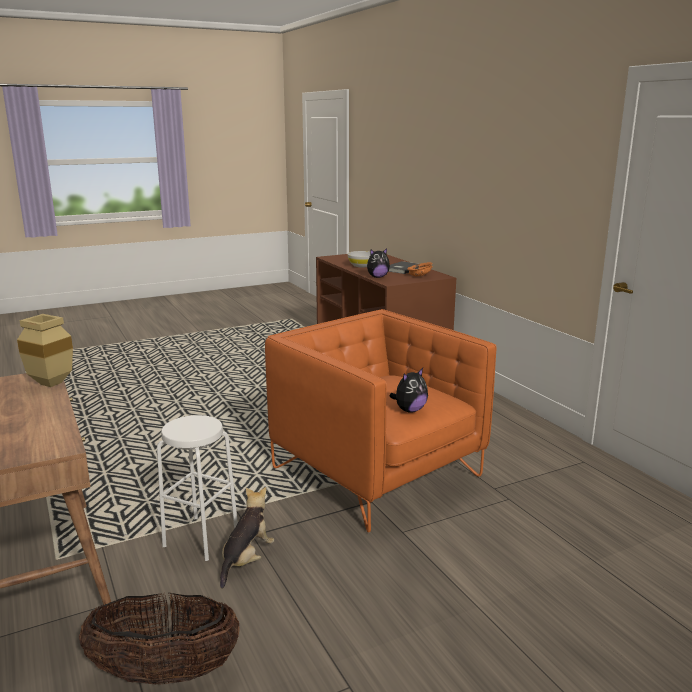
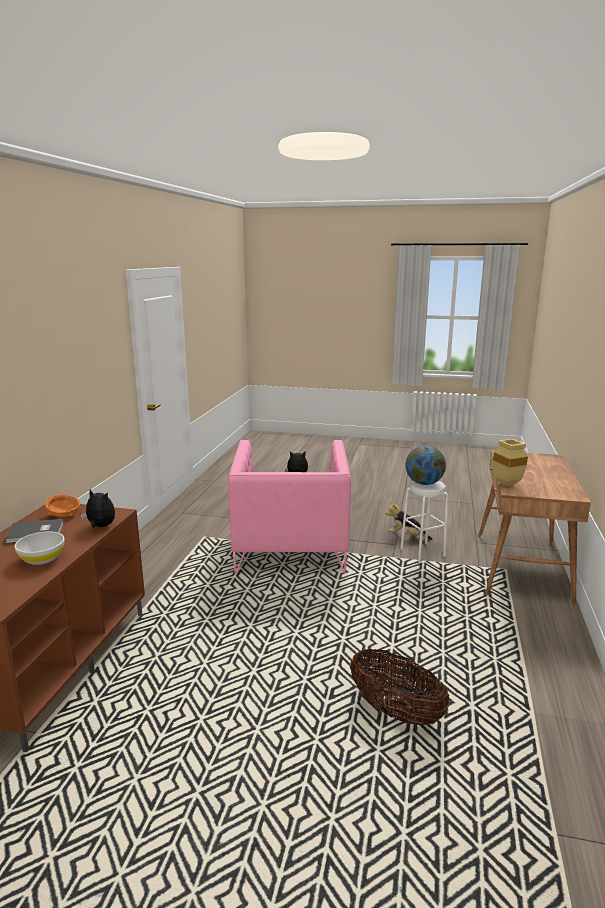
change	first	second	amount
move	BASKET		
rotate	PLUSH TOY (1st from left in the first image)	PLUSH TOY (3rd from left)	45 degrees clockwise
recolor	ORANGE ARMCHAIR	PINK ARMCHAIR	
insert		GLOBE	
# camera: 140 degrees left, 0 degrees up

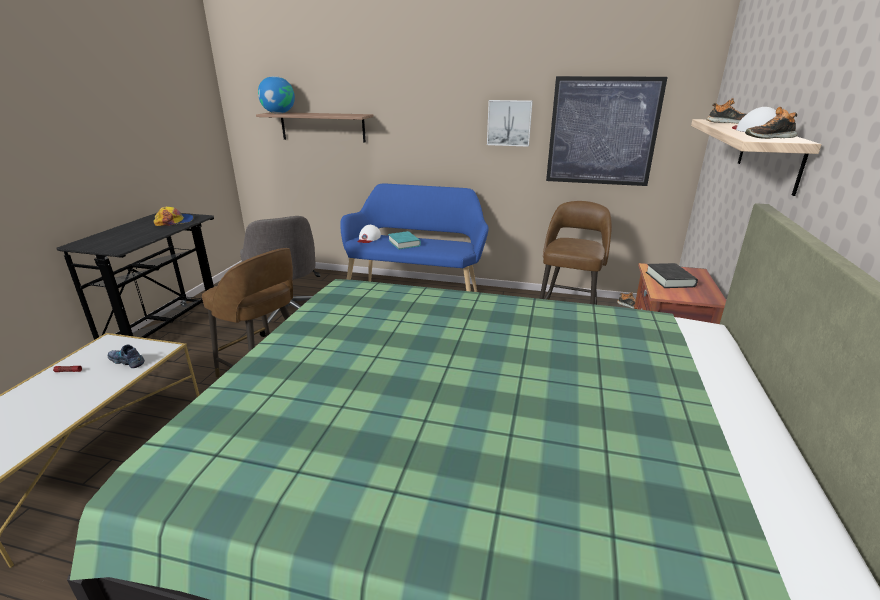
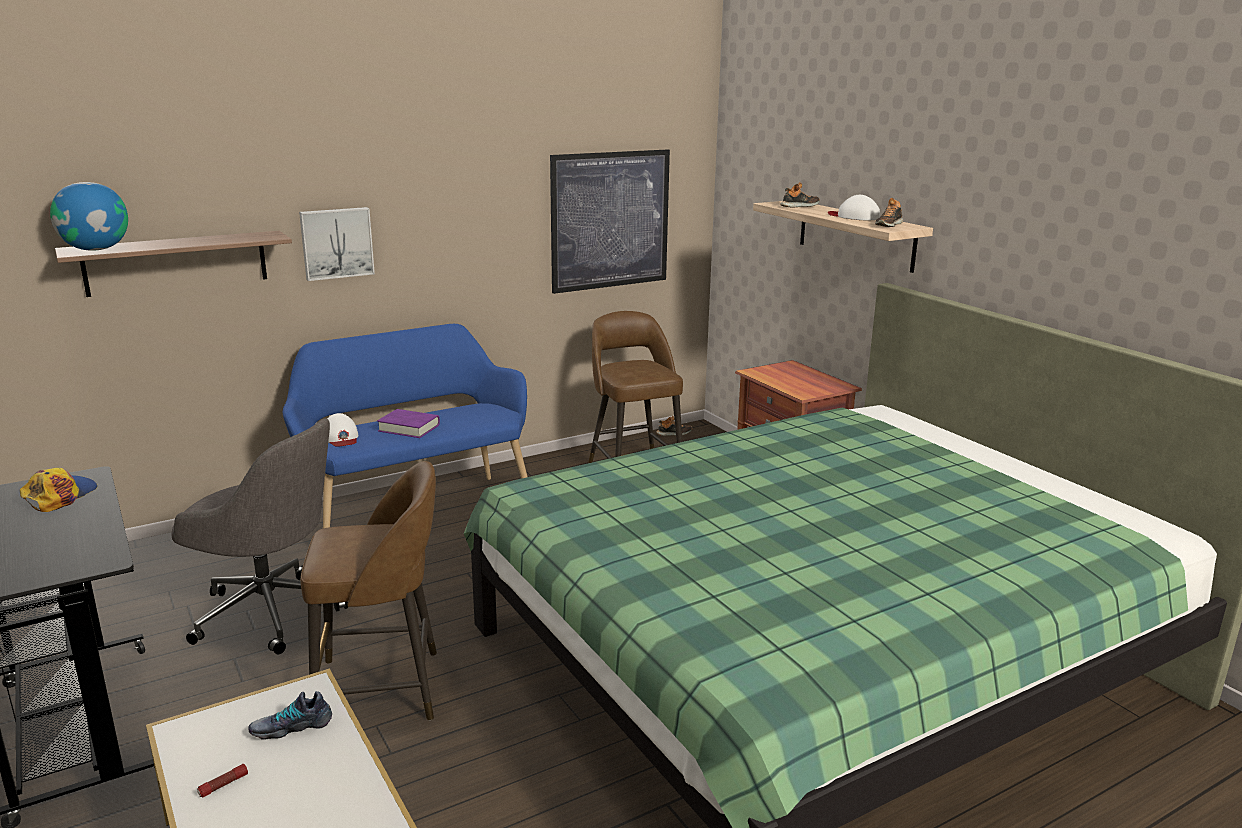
change	first	second	amount
recolor	TURQUOISE BOOK	PURPLE BOOK	
move	PICTURE (1st from left)		
delete	BLACK BOOK		
# camera: 45 degrees left, 5 degrees down

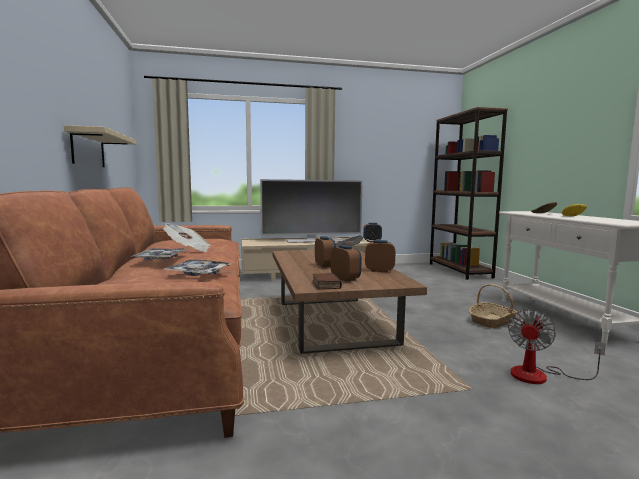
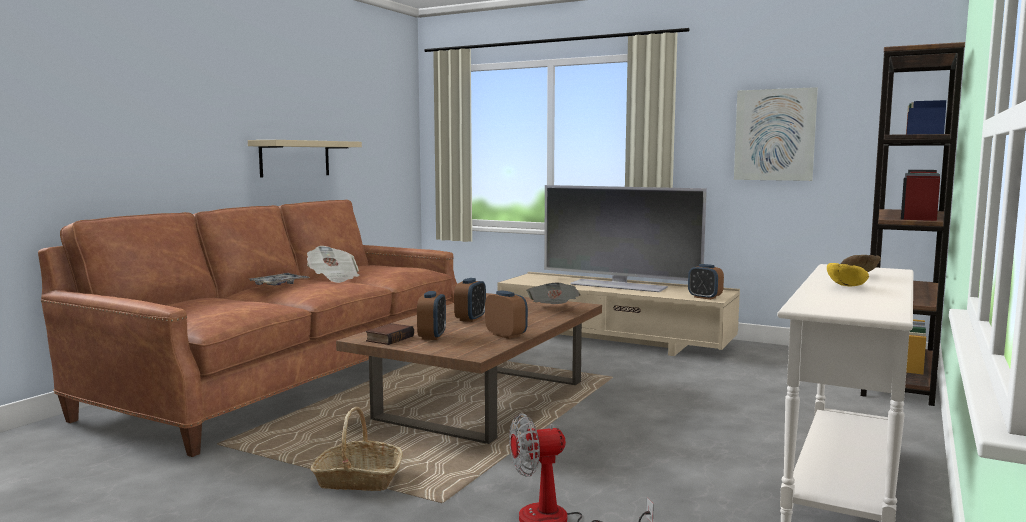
change	first	second	amount
delete	TRAY (2nd from left)		
move	BASKET		
insert		PICTURE	
# camera: 40 degrees right, 0 degrees up

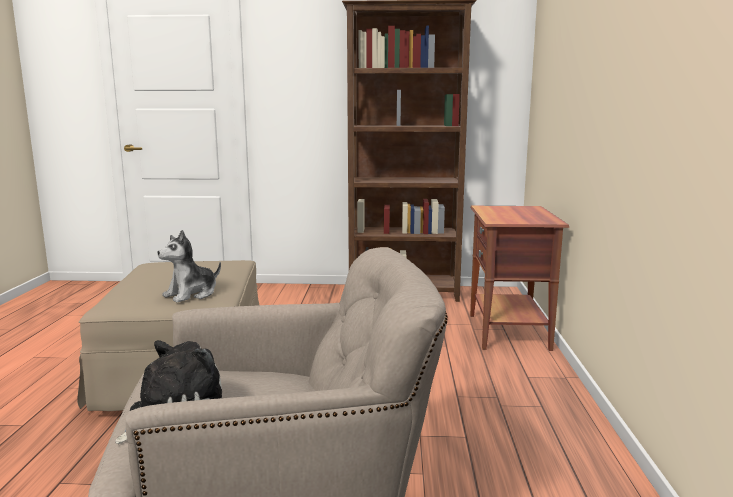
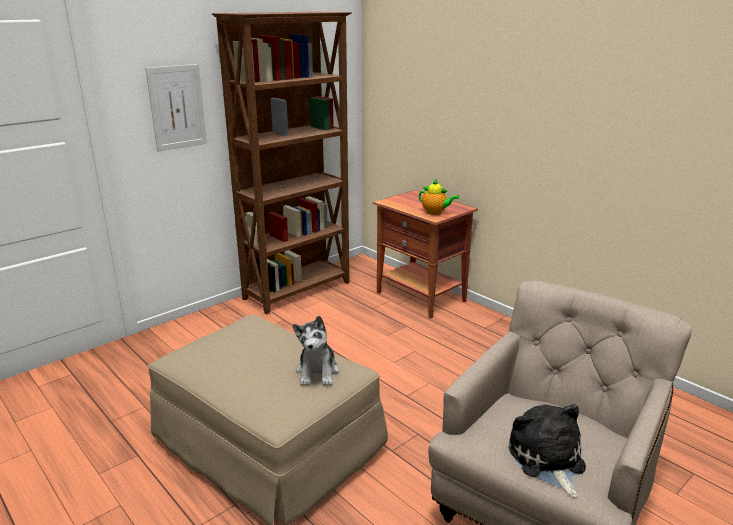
change	first	second	amount
insert		PICTURE	
insert		TEAPOT	
# camera: 45 degrees left, 10 degrees up

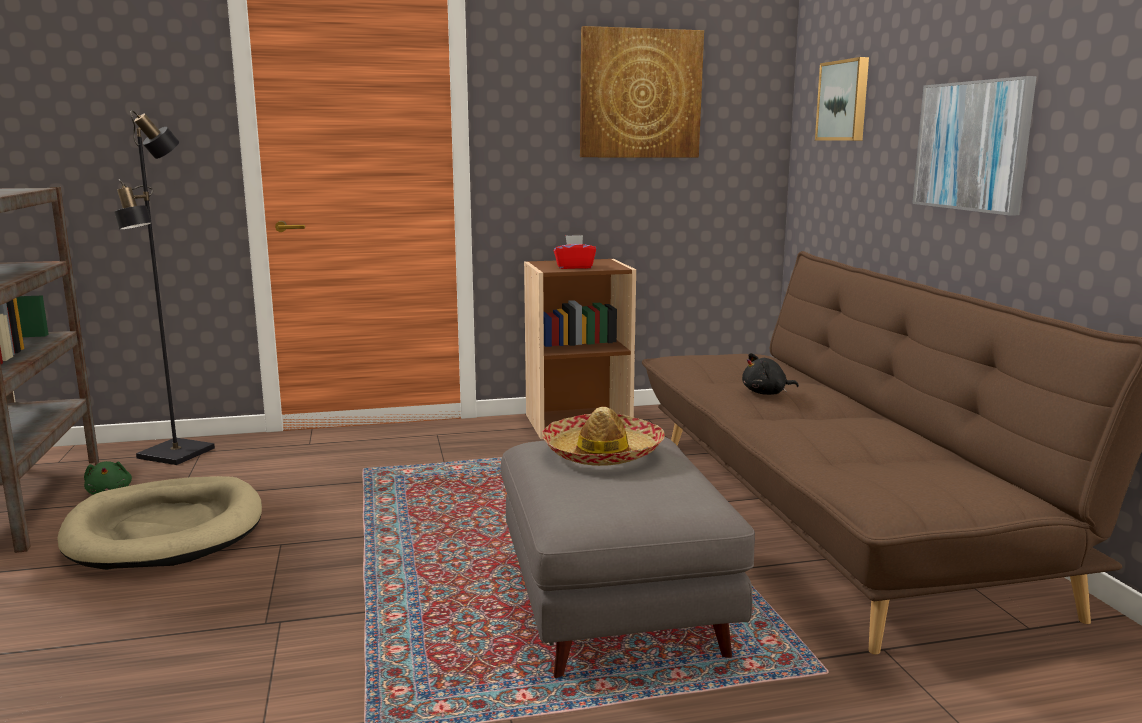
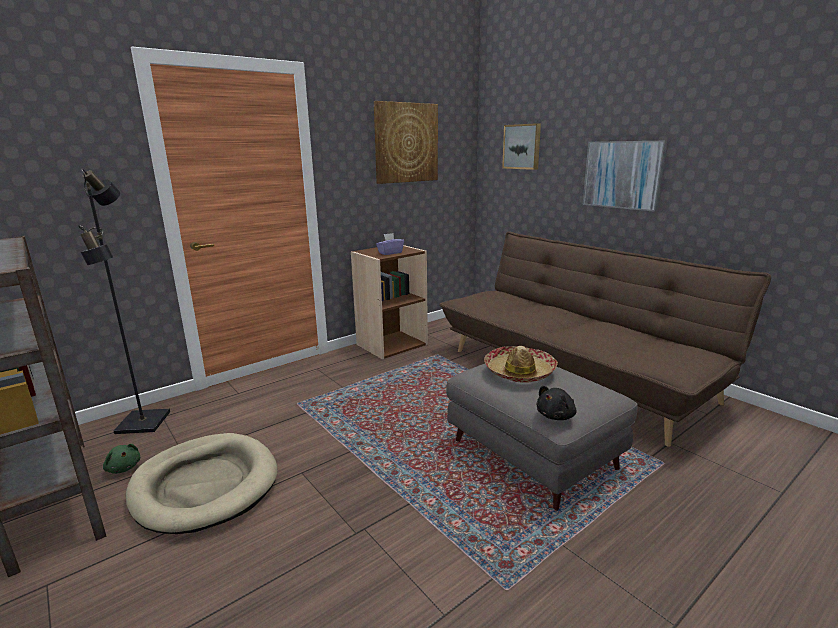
change	first	second	amount
recolor	RED TISSUE BOX	PURPLE TISSUE BOX	
move	BLACK PLUSH TOY		
# camera: 25 degrees left, 5 degrees up

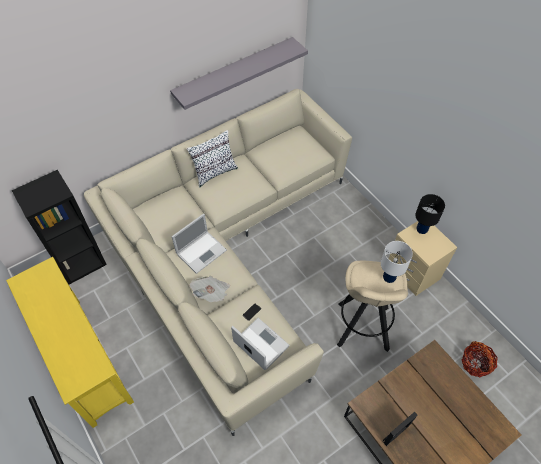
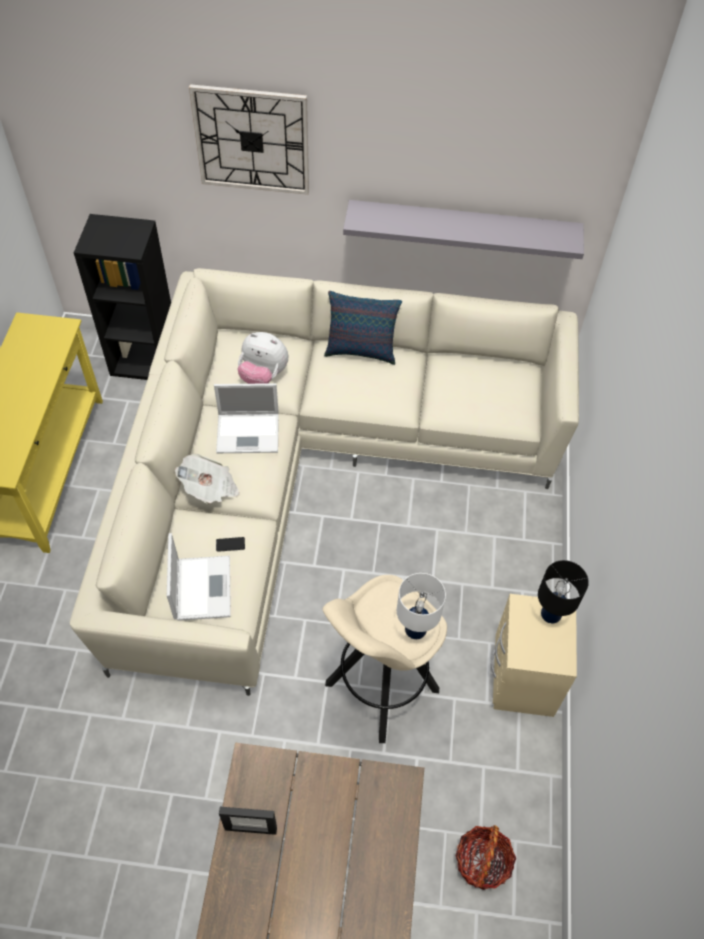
change	first	second	amount
recolor	WHITE PILLOW	BLUE PILLOW	
insert		WALL CLOCK	
insert		PLUSH TOY	
# camera: 40 degrees right, 0 degrees up

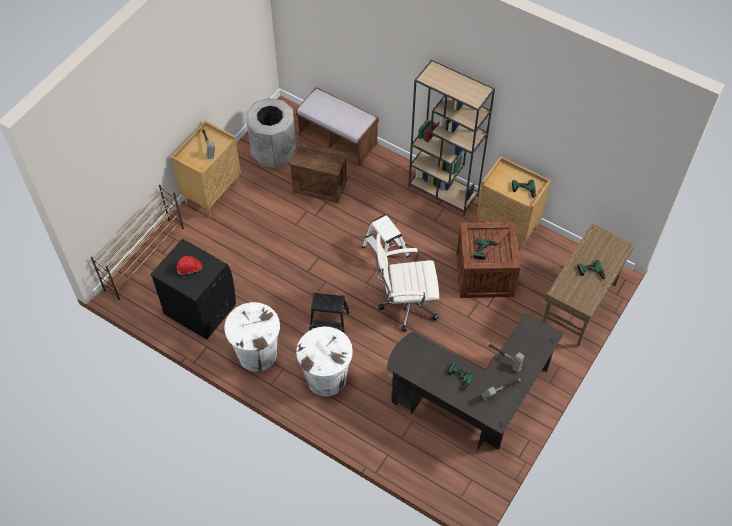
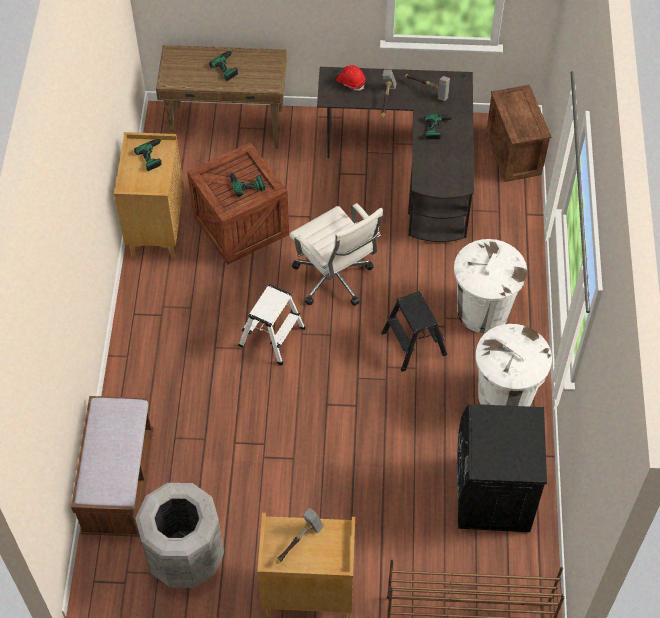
change	first	second	amount
move	RED HARD HAT		
move	CRATE (1st from left in the first image)	CRATE (2nd from left)	
delete	BOOKCASE		
# camera: 120 degrees left, 0 degrees up

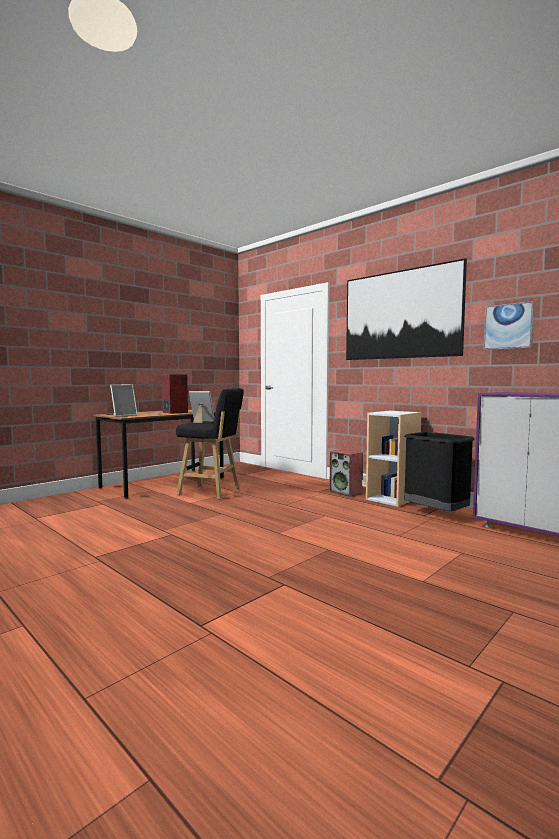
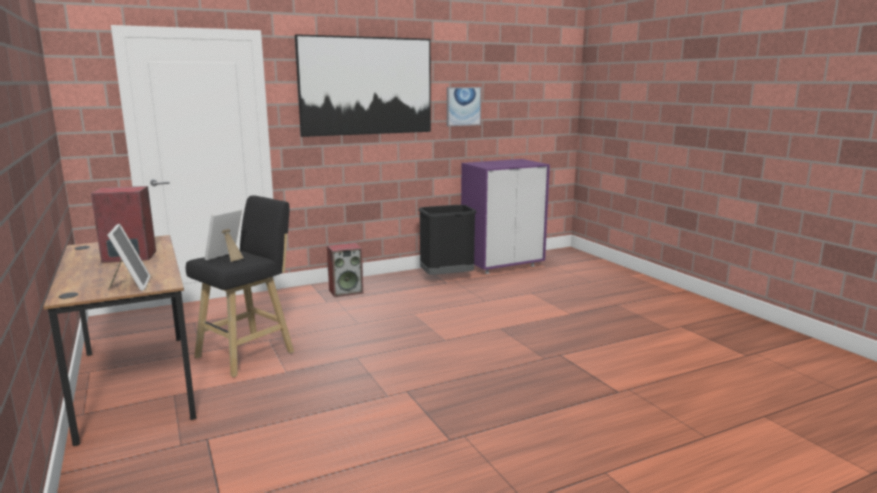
change	first	second	amount
delete	BOOKCASE		
# camera: 70 degrees left, 10 degrees up

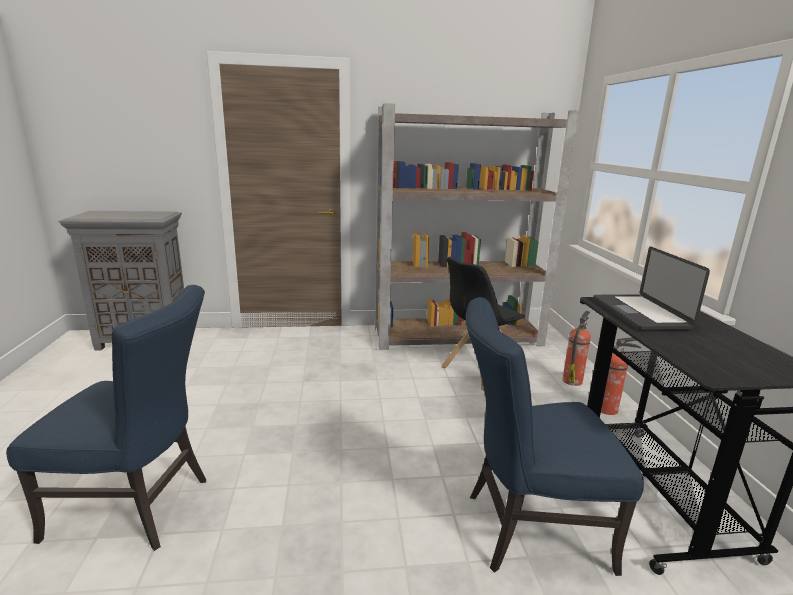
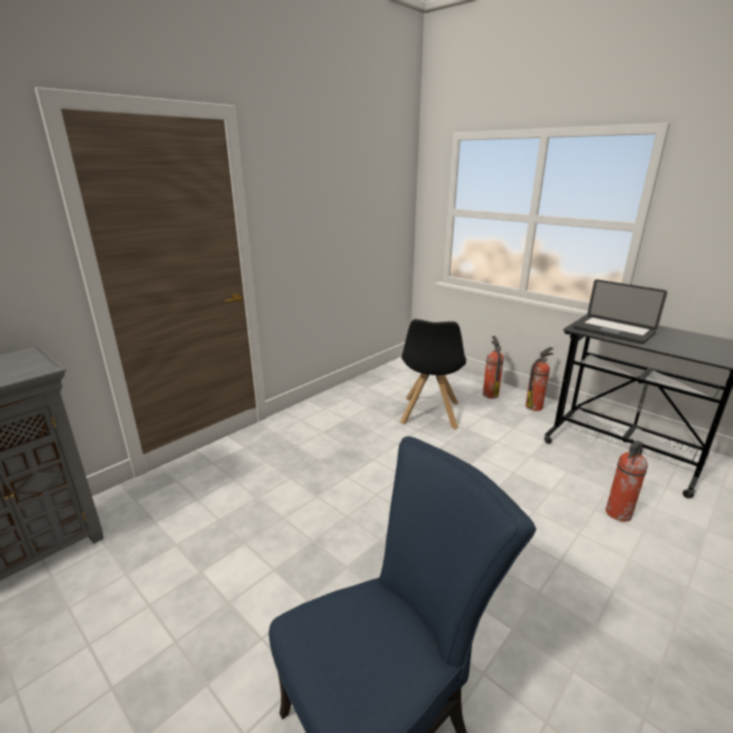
change	first	second	amount
delete	BROWN BOOKCASE		
replace	BLUE CHAIR (2nd from left)	FIRE EXTINGUISHER (3rd from left)	
# camera: 40 degrees left, 5 degrees up

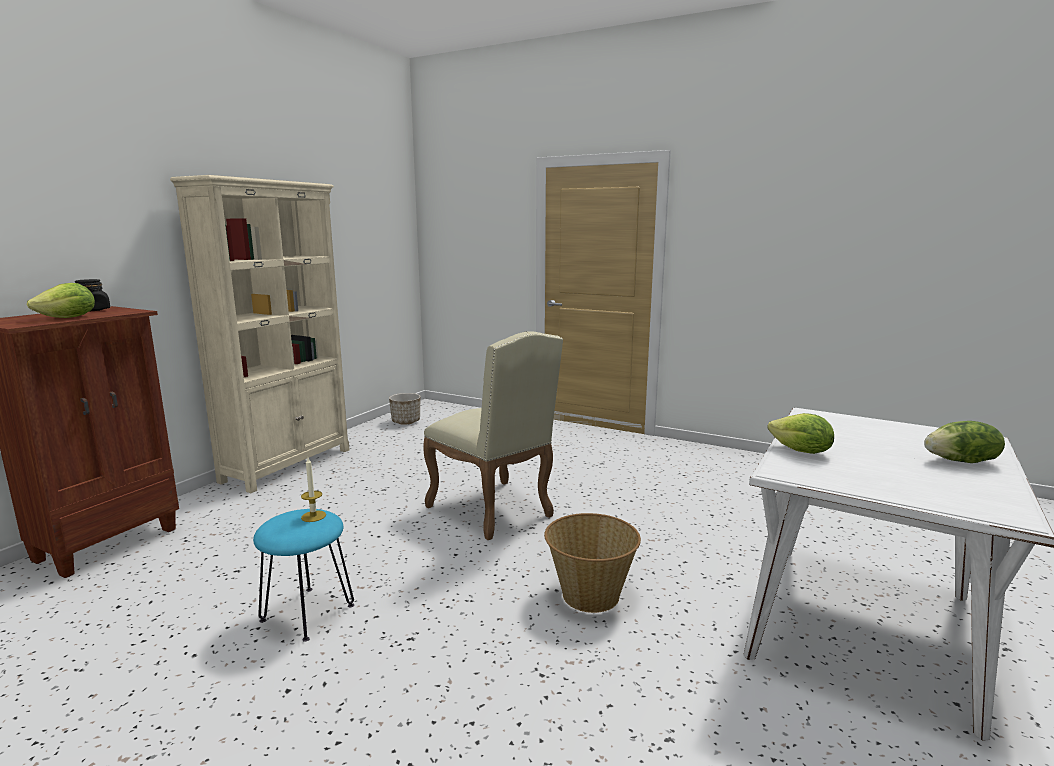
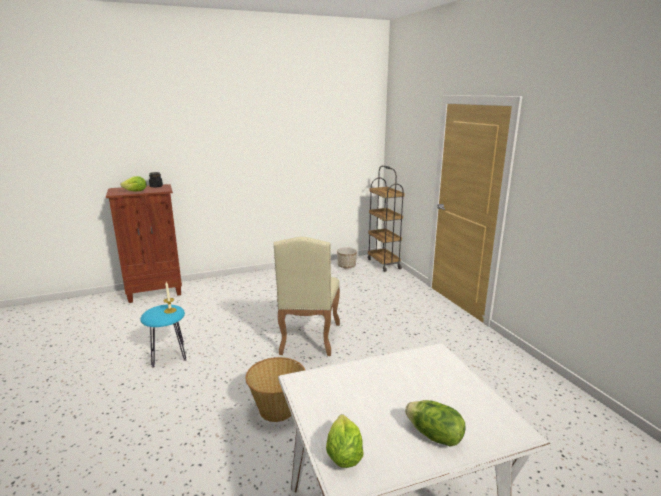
change	first	second	amount
delete	BEIGE BOOKCASE		
move	LETTUCE (2nd from left)		
insert		BROWN CART	
# camera: 40 degrees right, 5 degrees up

